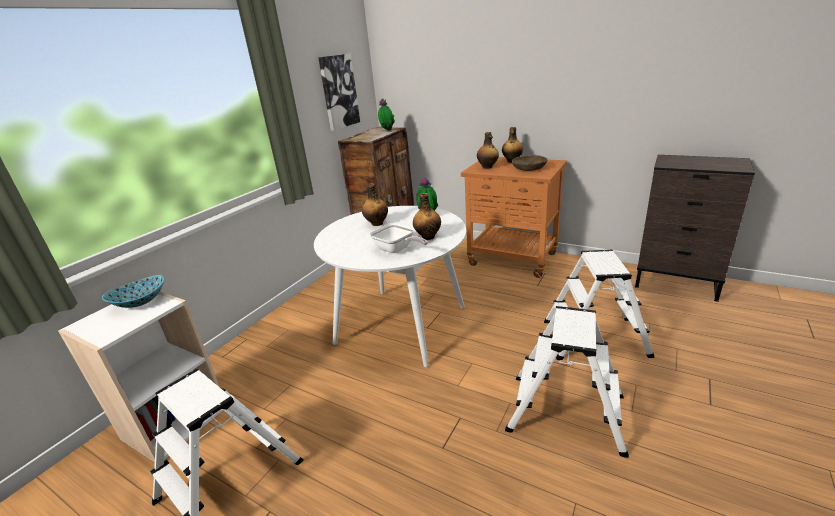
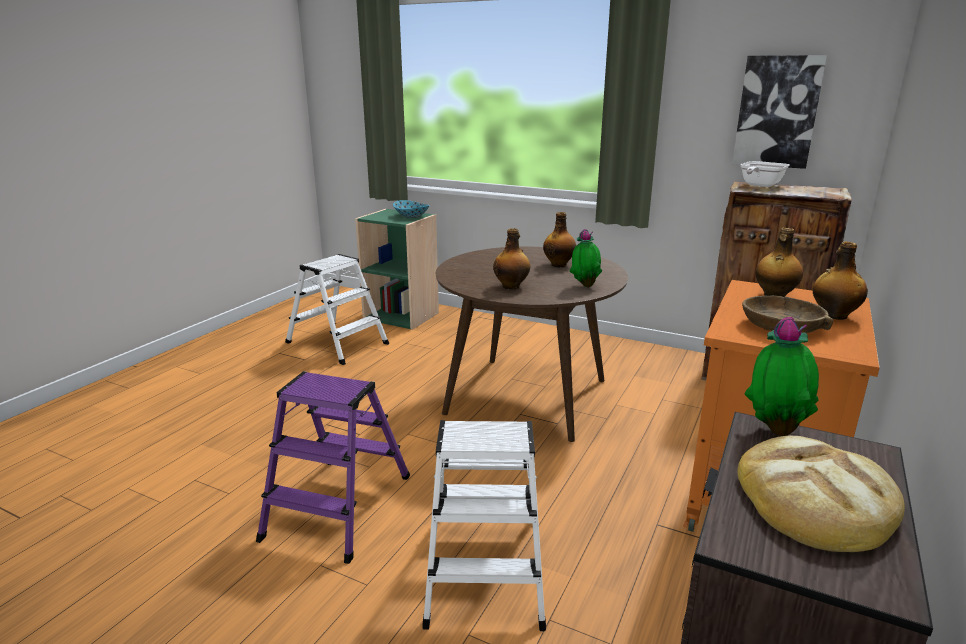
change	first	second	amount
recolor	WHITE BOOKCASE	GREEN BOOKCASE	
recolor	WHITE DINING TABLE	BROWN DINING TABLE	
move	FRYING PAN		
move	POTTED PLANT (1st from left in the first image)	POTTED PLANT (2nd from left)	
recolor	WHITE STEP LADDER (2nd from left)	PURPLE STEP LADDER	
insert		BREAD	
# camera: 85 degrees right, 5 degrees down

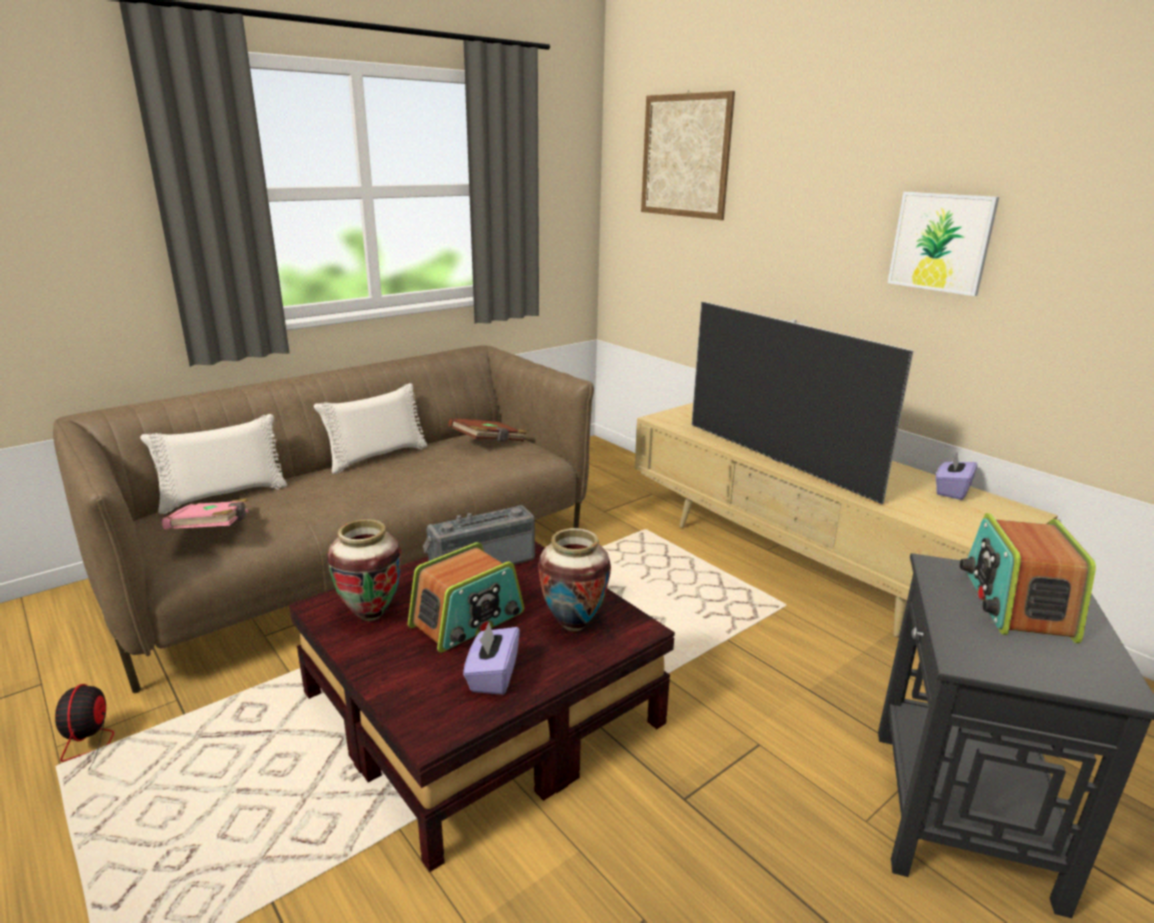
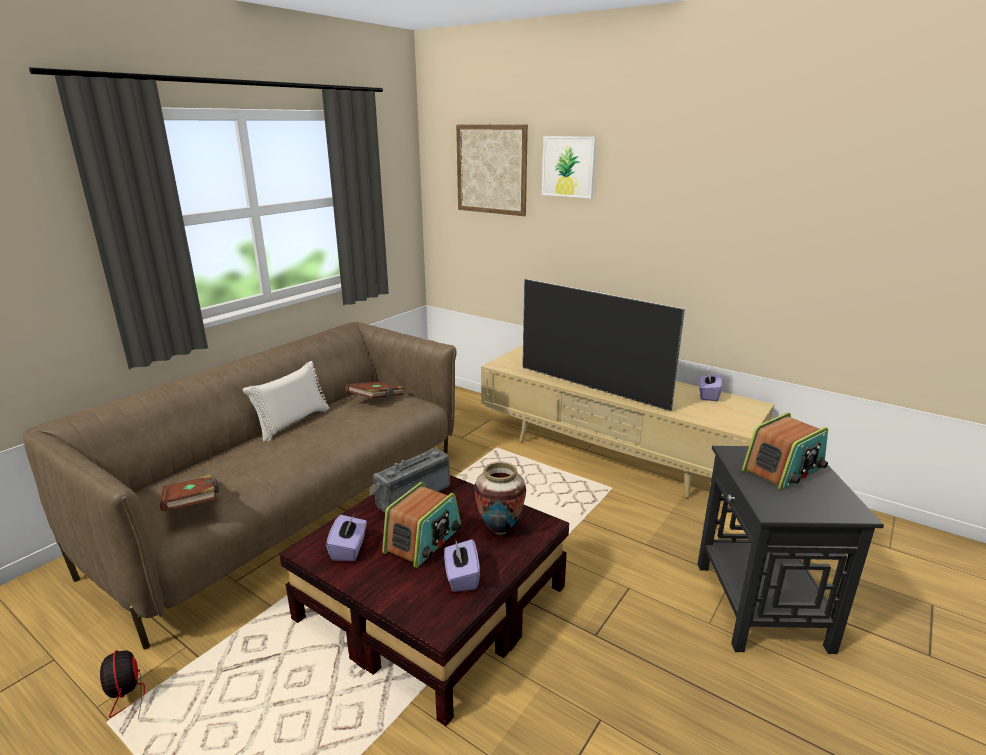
change	first	second	amount
delete	WHITE PILLOW (1st from left)		
recolor	PINK BOOK	BROWN BOOK (1st from left)	
replace	VASE (1st from left)	PURPLE TISSUE BOX (1st from left)	
move	PICTURE (2nd from left)		
rotate	RADIO (3rd from left)		120 degrees counterclockwise
# camera: 15 degrees left, 0 degrees up

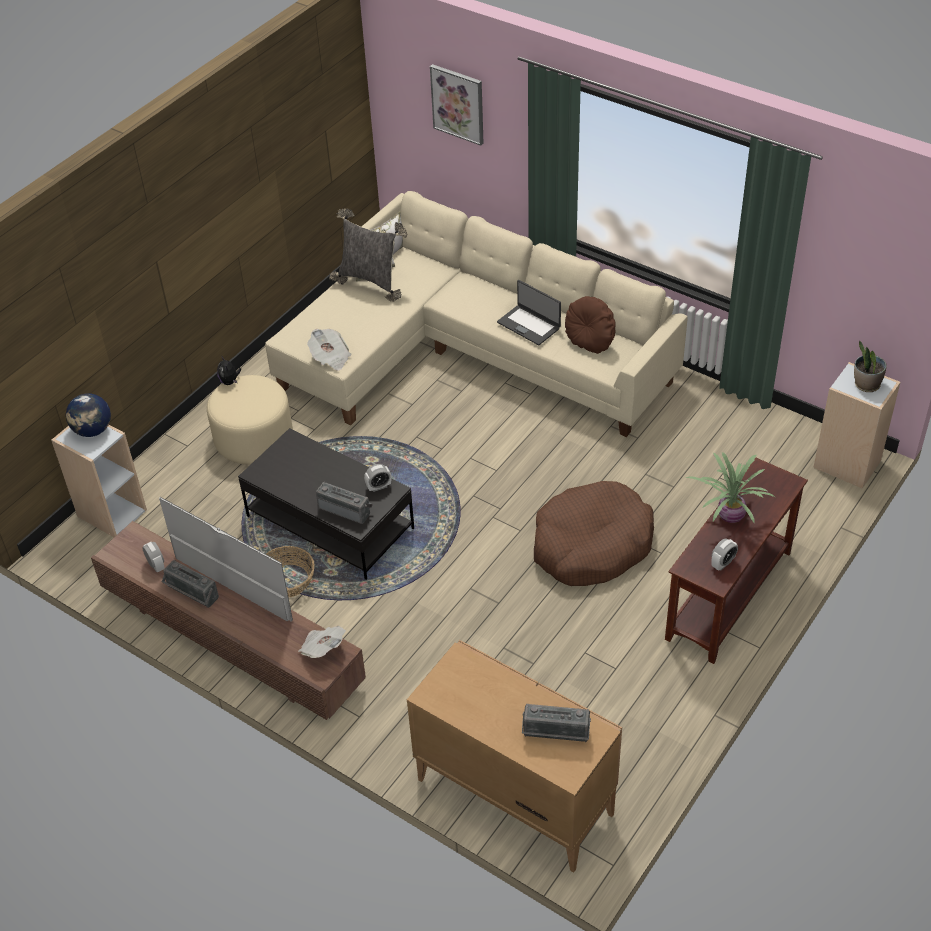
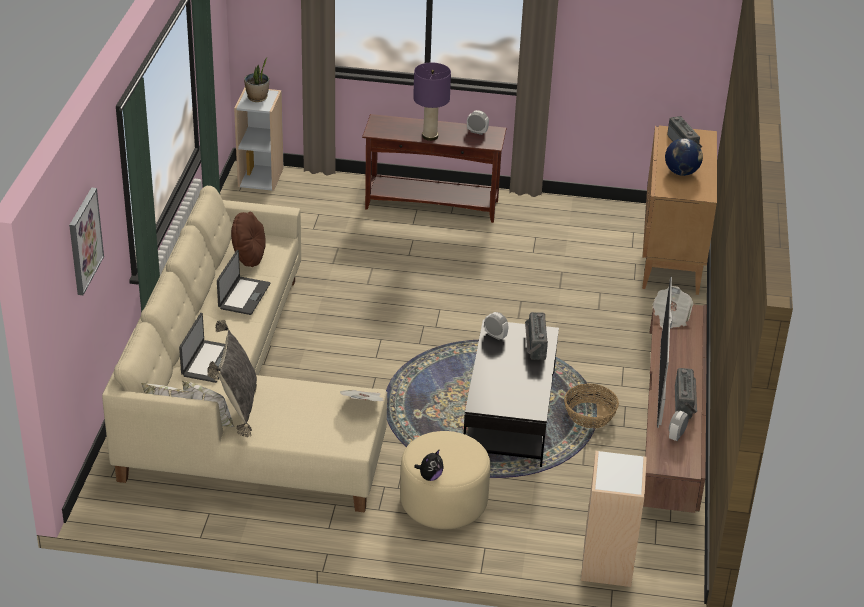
change	first	second	amount
move	GLOBE		
delete	BROWN DOG BED		
replace	POTTED PLANT (1st from left)	PURPLE TABLE LAMP	
insert		LAPTOP (1st from left)	
# camera: 120 degrees left, 10 degrees down

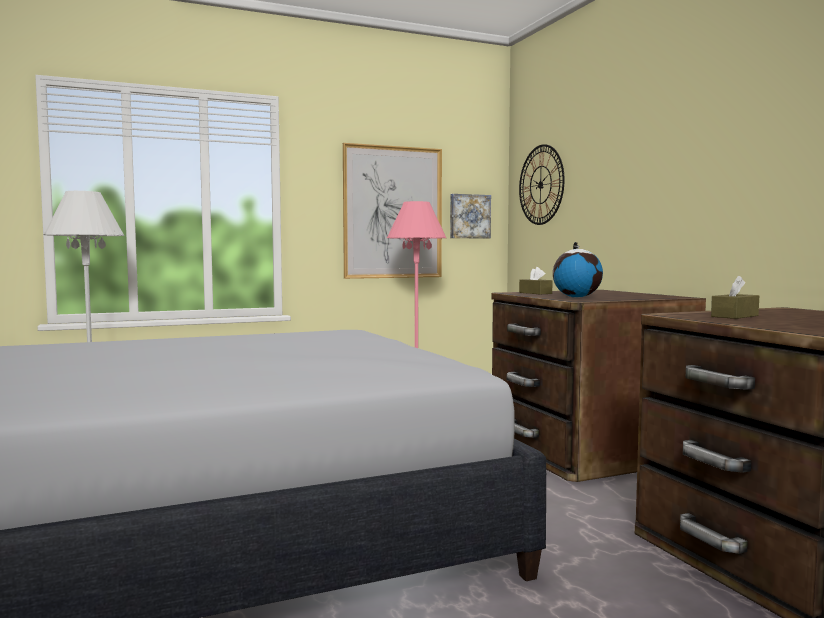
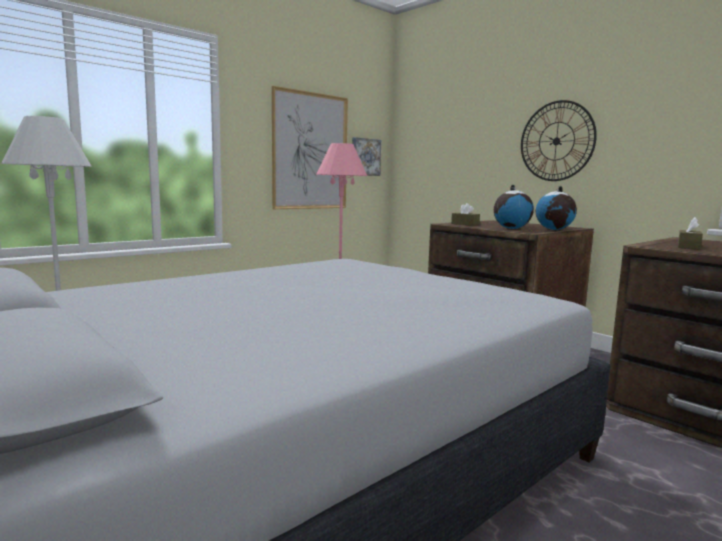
change	first	second	amount
move	WALL CLOCK		
insert		GLOBE (2nd from left)	
# camera: 20 degrees left, 5 degrees up

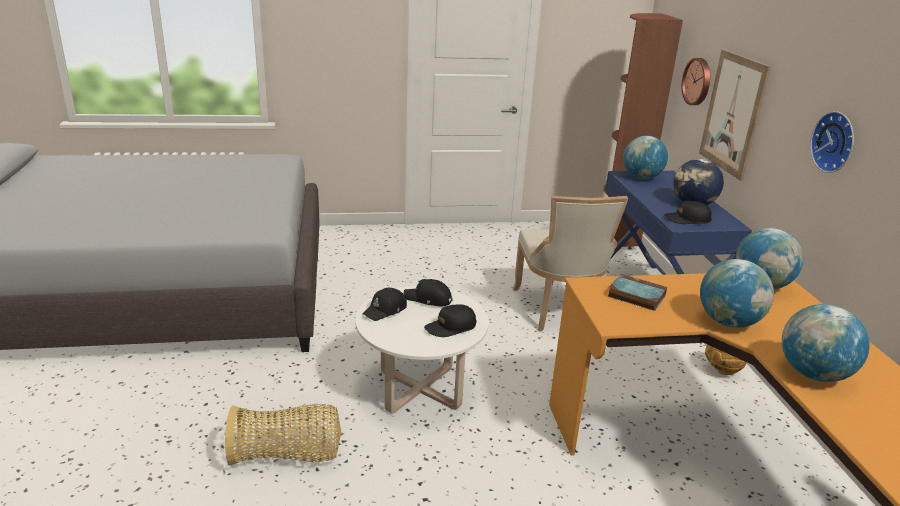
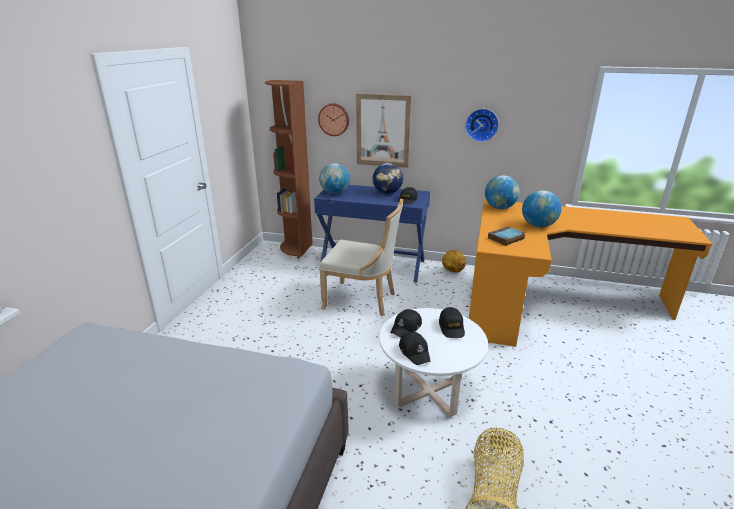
change	first	second	amount
delete	GLOBE (5th from left)		
# camera: 65 degrees left, 0 degrees up

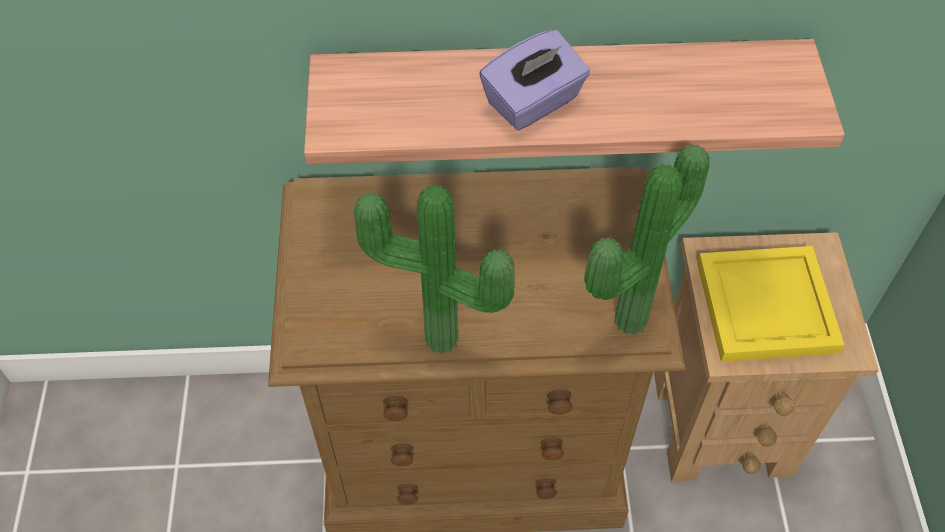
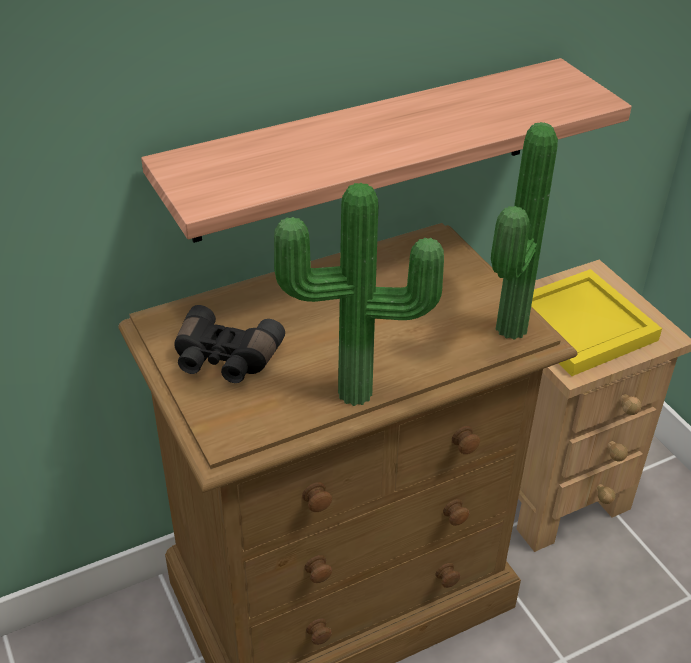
change	first	second	amount
delete	PURPLE TISSUE BOX		
insert		BLACK BINOCULARS	
# camera: 25 degrees left, 15 degrees down

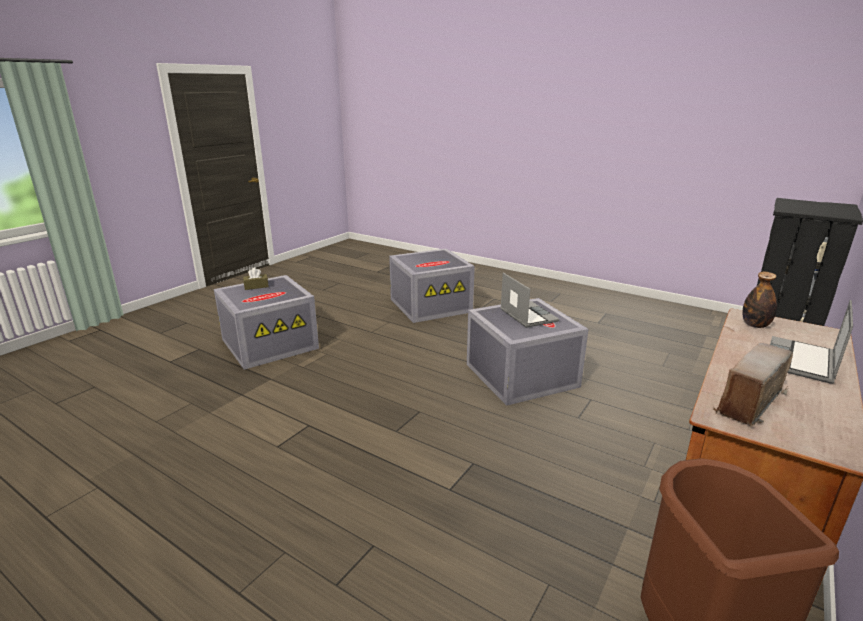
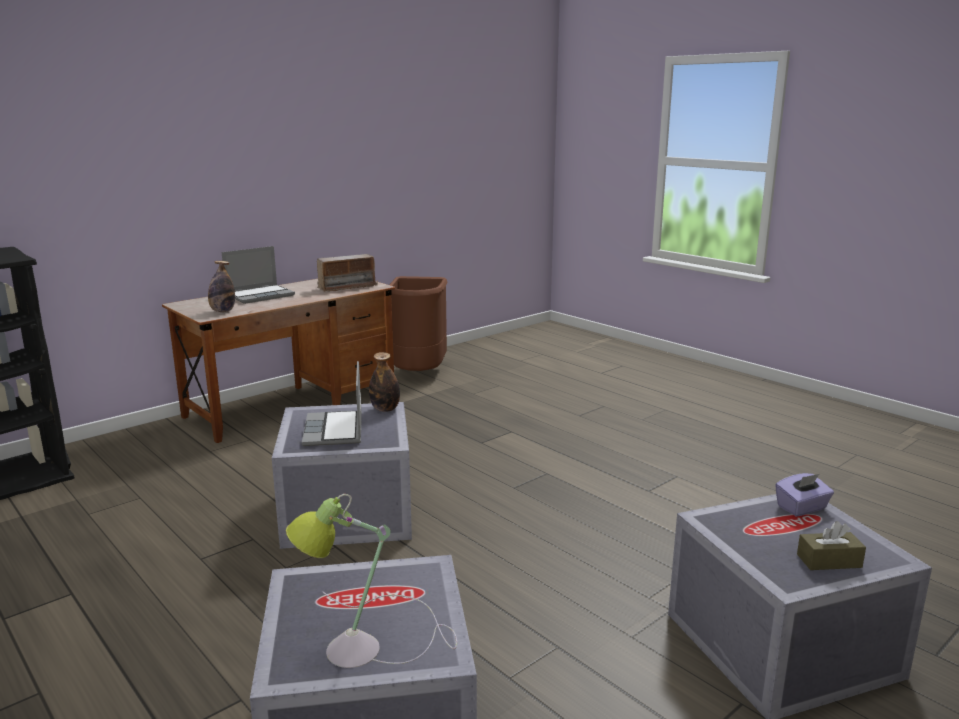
change	first	second	amount
insert		TABLE LAMP	
insert		BOTTLE (2nd from left)	
insert		PURPLE TISSUE BOX	
# camera: 165 degrees left, 5 degrees down

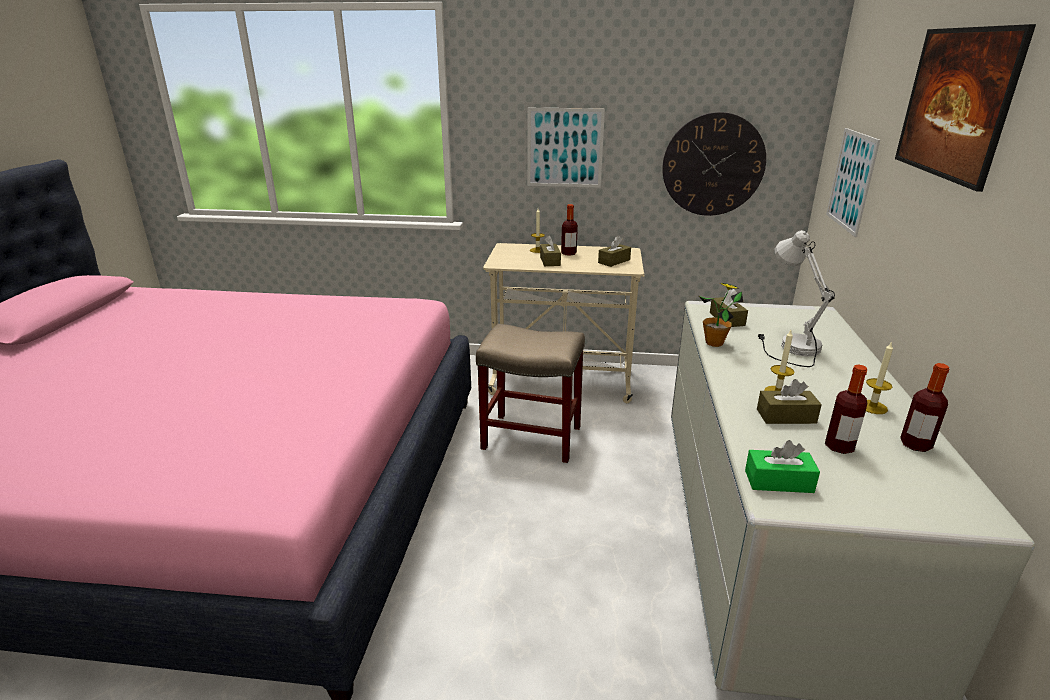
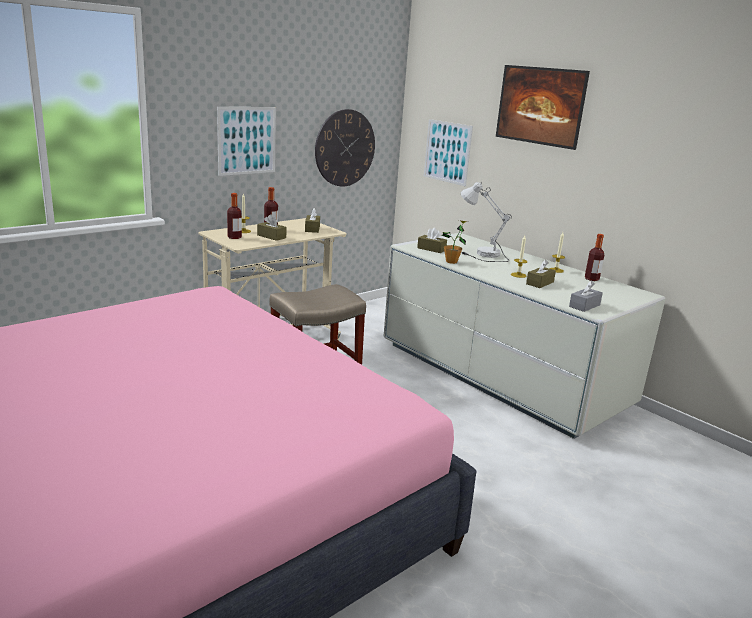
change	first	second	amount
recolor	GREEN TISSUE BOX	GREY TISSUE BOX	
move	BOTTLE (2nd from left in the first image)	BOTTLE (1st from left)	
# camera: 50 degrees left, 5 degrees down

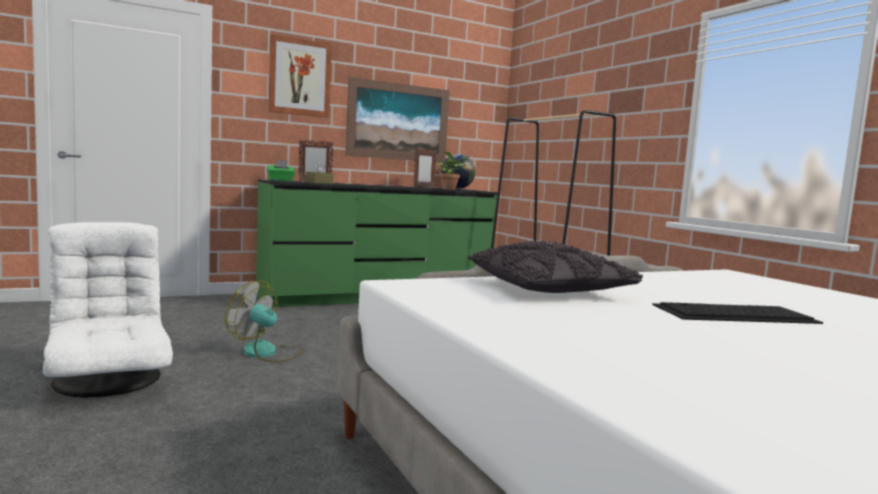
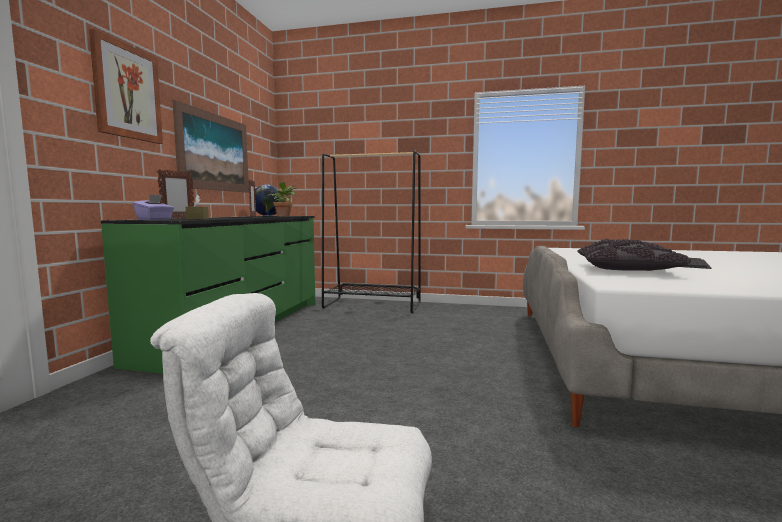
change	first	second	amount
delete	FAN		
recolor	GREEN TISSUE BOX	PURPLE TISSUE BOX	
# camera: 50 degrees left, 0 degrees up

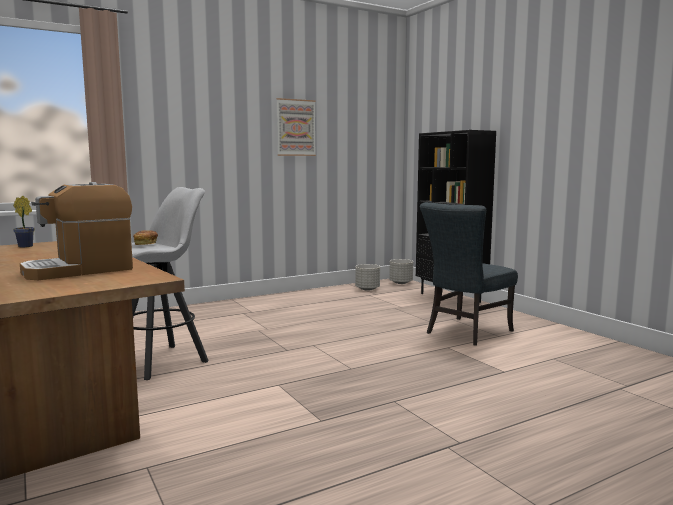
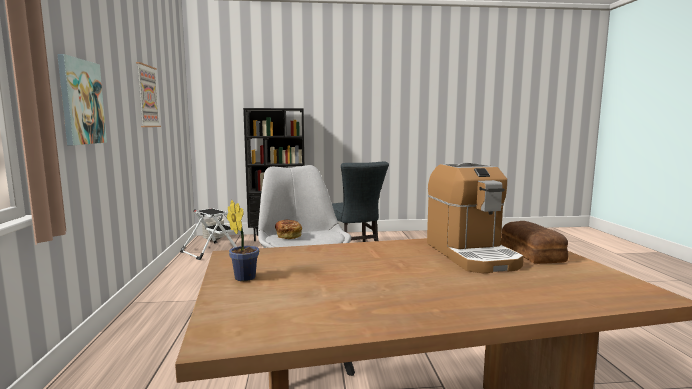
change	first	second	amount
replace	GREY PLANTER (1st from left)	STEP LADDER	
insert		PICTURE (1st from left)	
insert		BREAD (2nd from left)	
# camera: 65 degrees left, 0 degrees up

